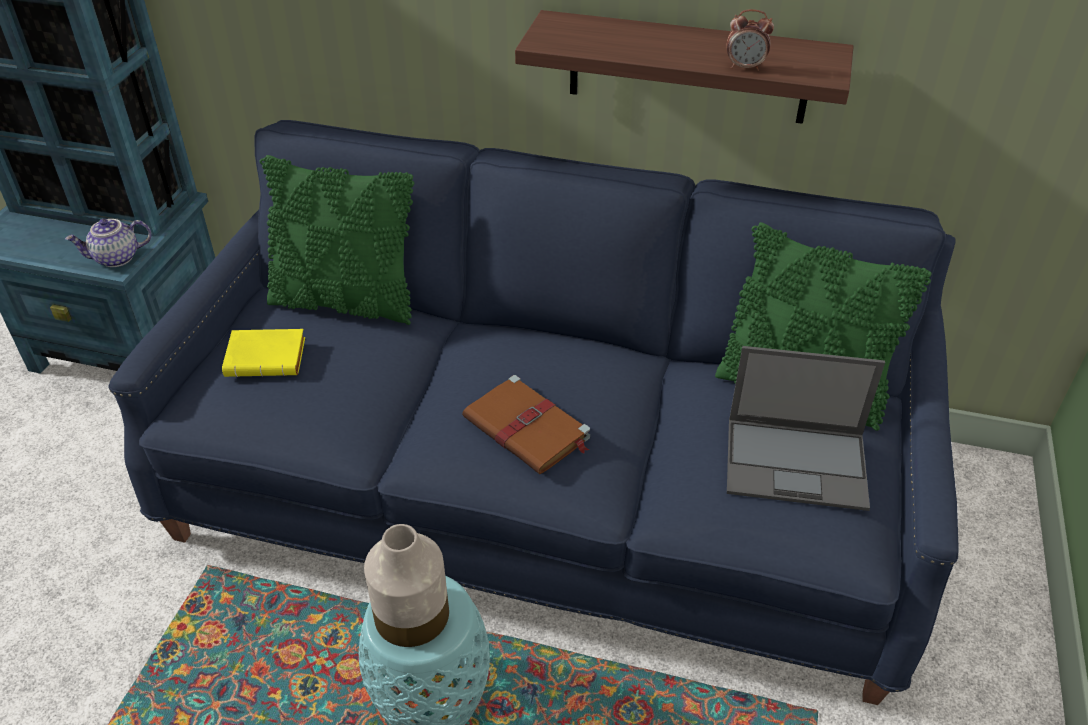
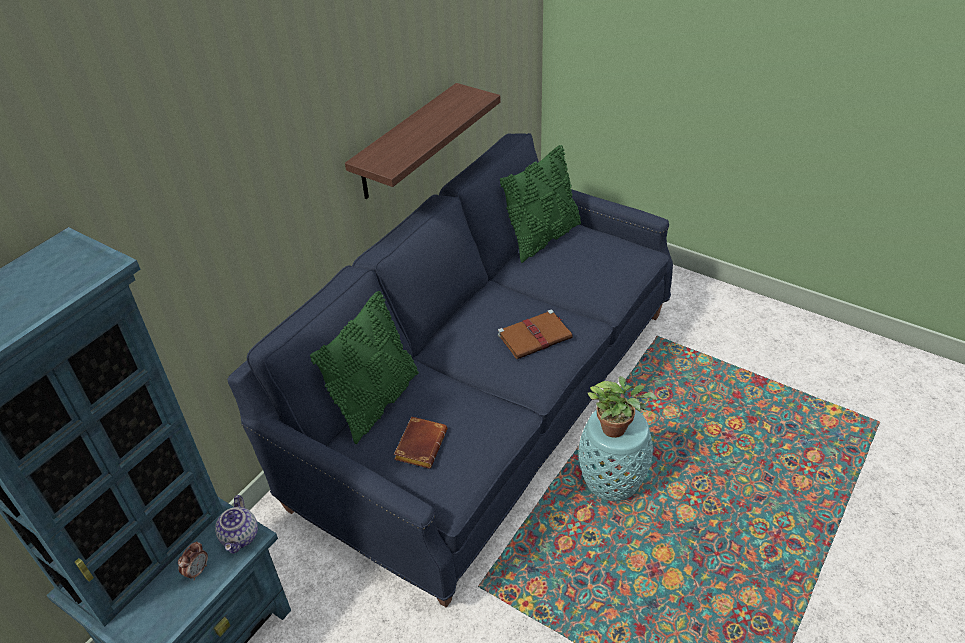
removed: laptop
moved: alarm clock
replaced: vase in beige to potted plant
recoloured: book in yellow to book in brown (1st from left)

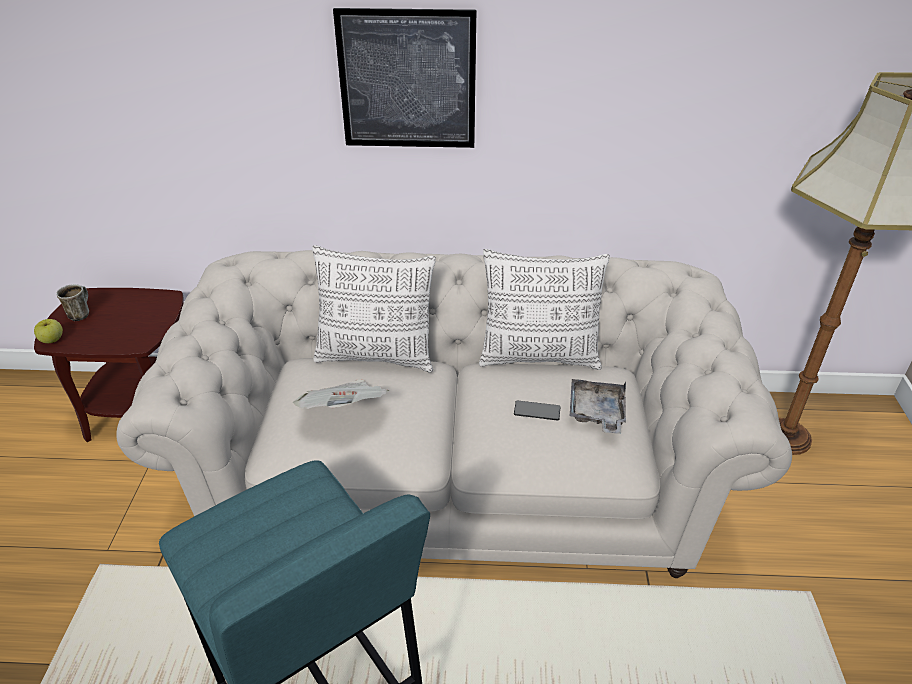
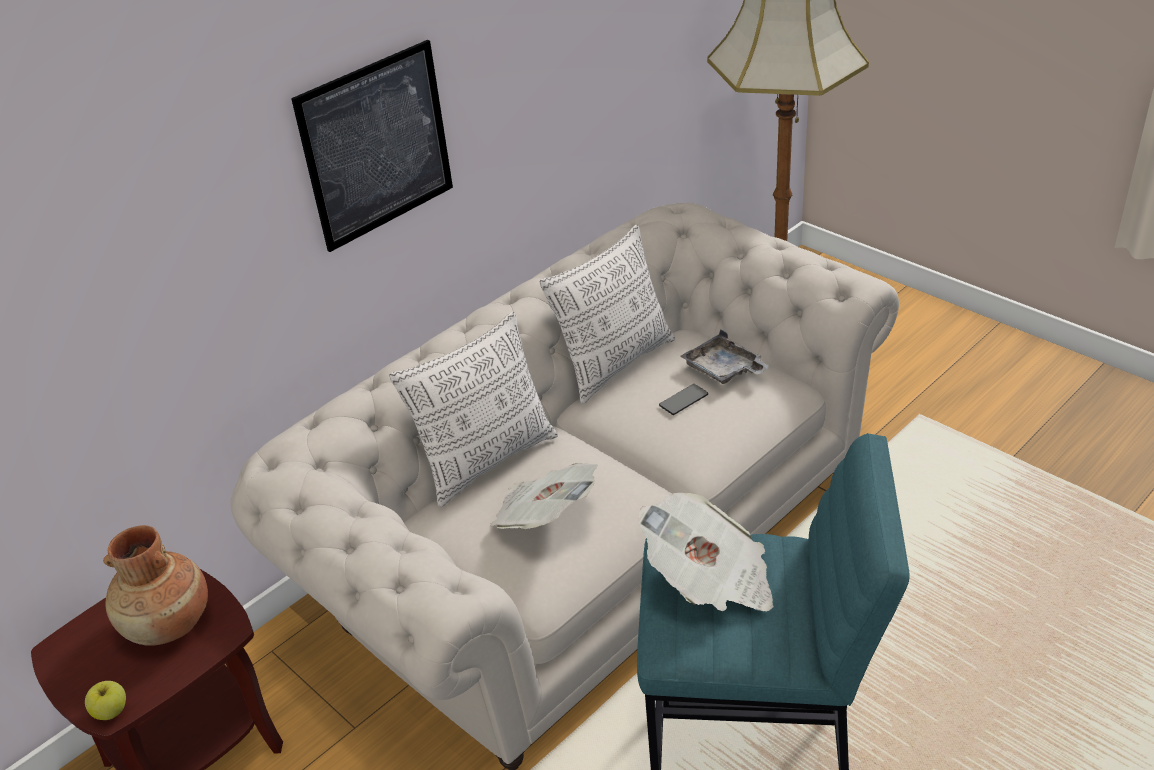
removed: mug
added: vase in brown; newspaper (2nd from left)

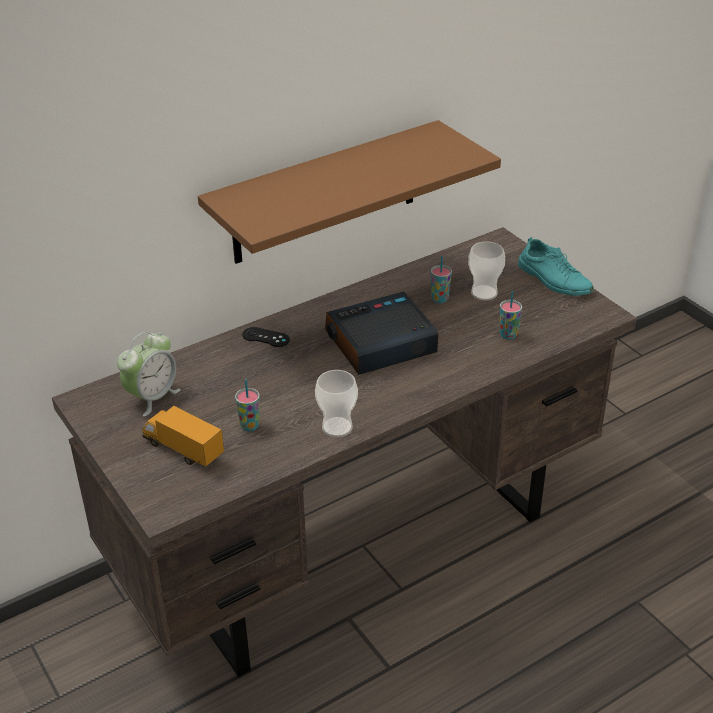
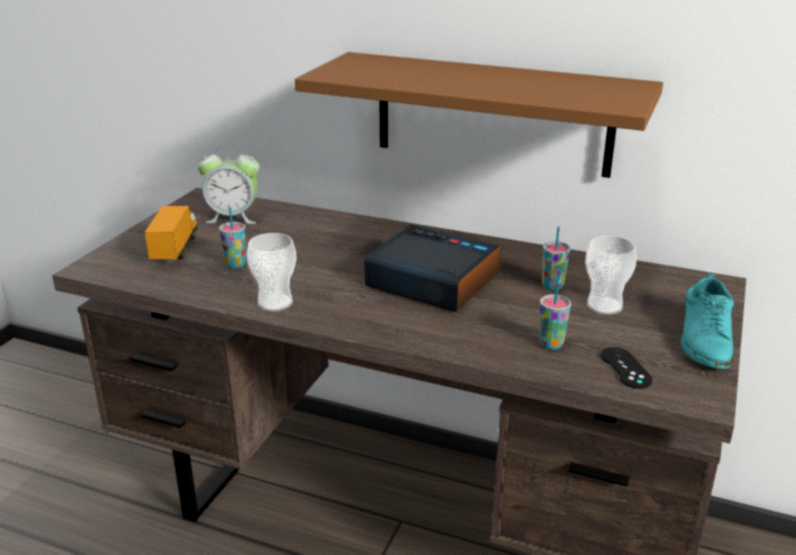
moved: game controller in black

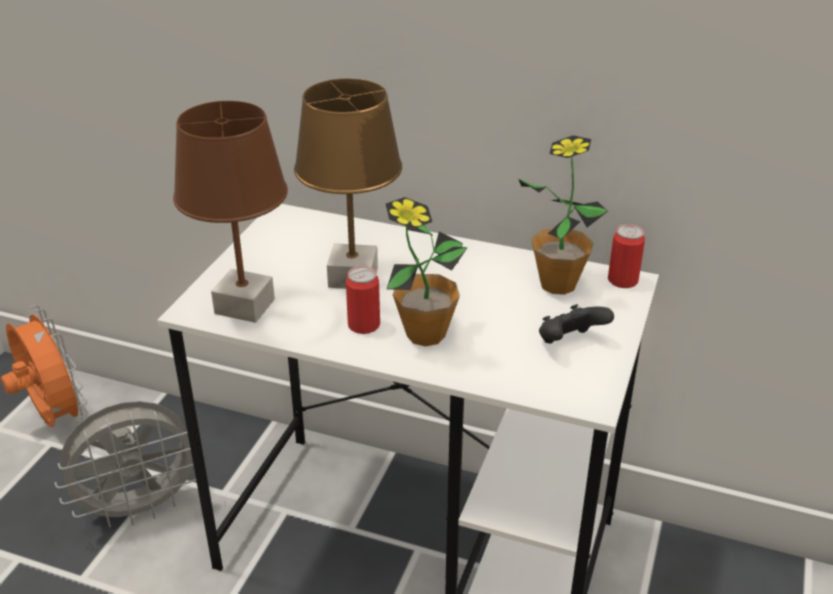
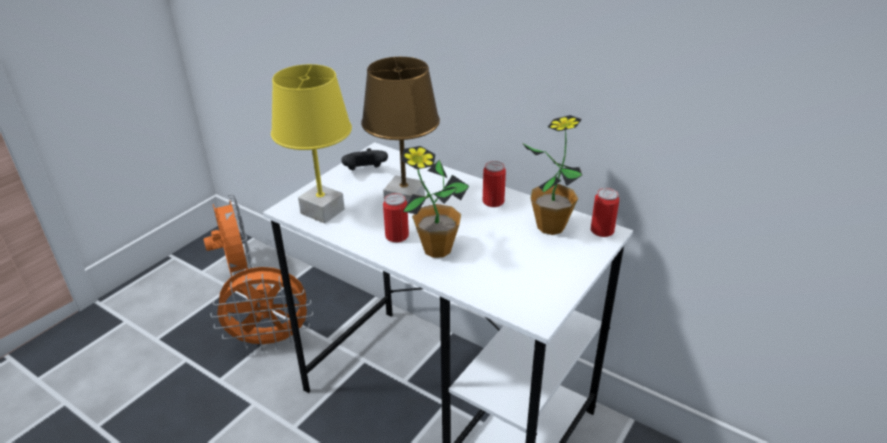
added: can (2nd from left)
moved: game controller in black
recoloured: fan in grey to fan in orange (2nd from left); table lamp in brown (1st from left) to table lamp in yellow

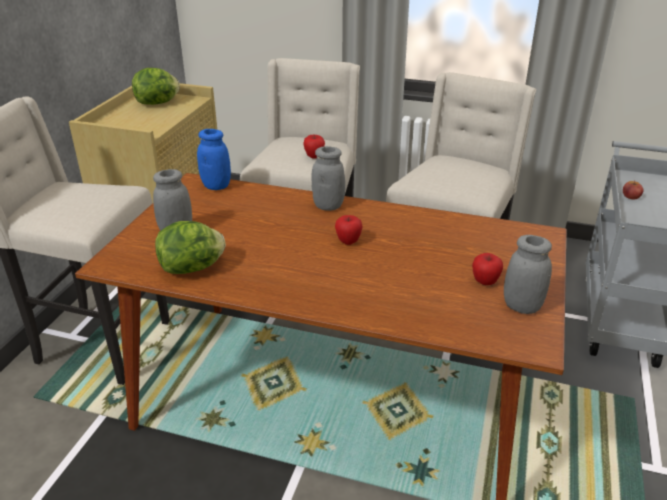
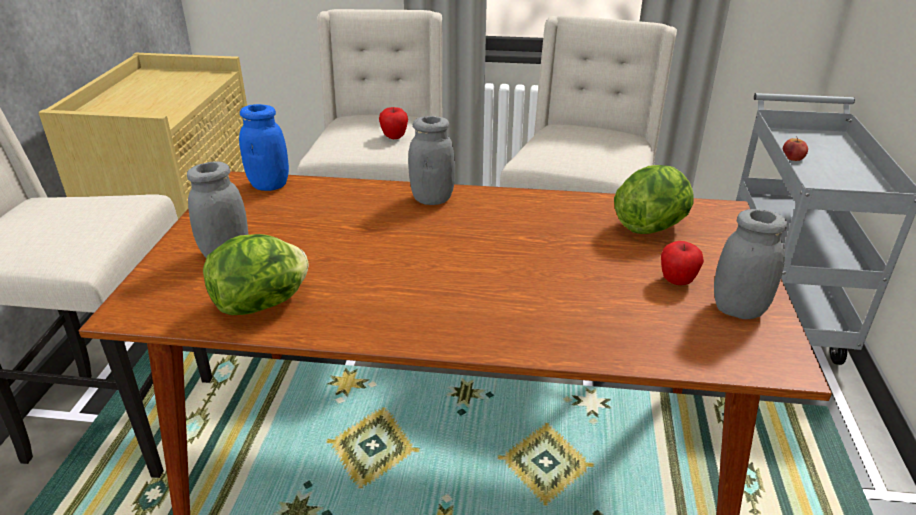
removed: apple (2nd from left)
moved: lettuce (1st from left in the first image) to lettuce (2nd from left)

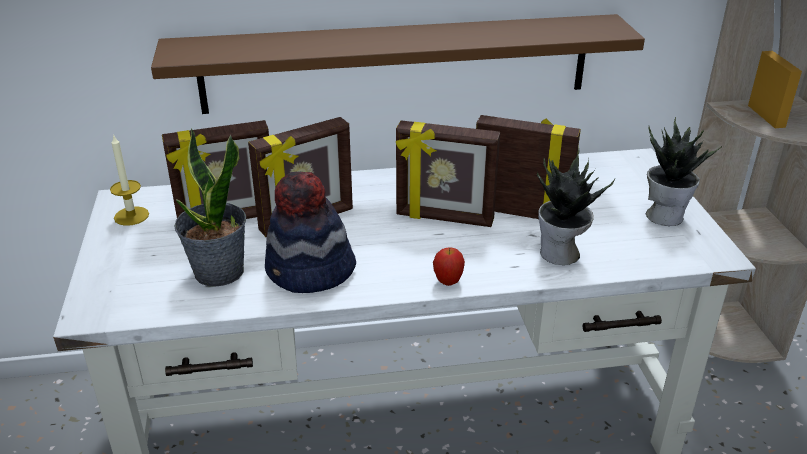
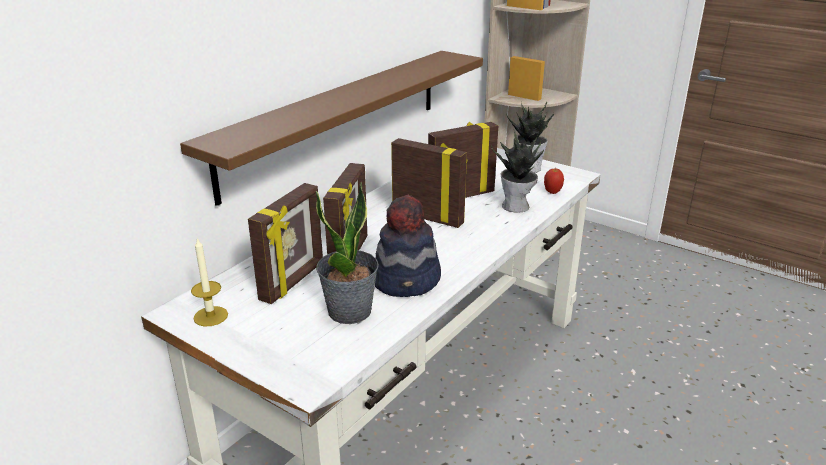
moved: apple
turned: picture frame (3rd from left) 120 degrees counterclockwise

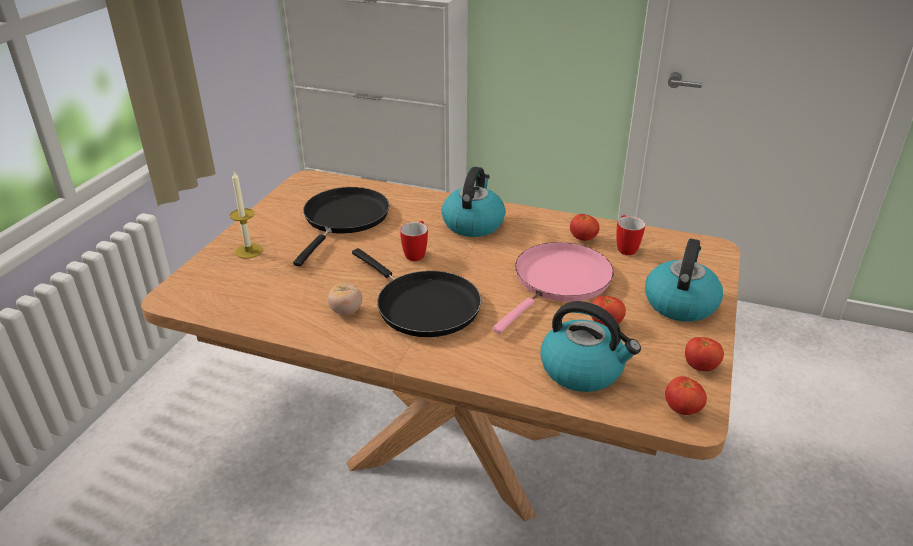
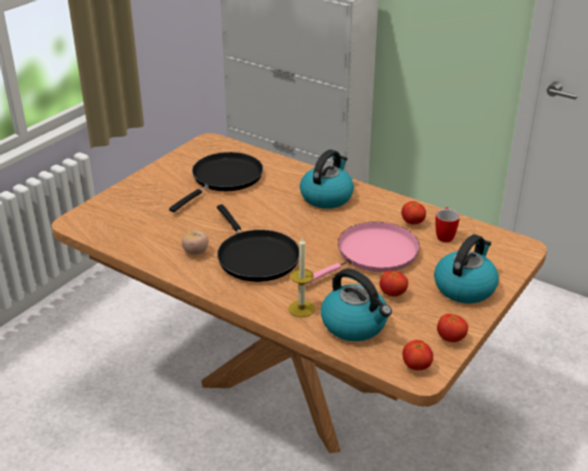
removed: mug (1st from left)
moved: candle

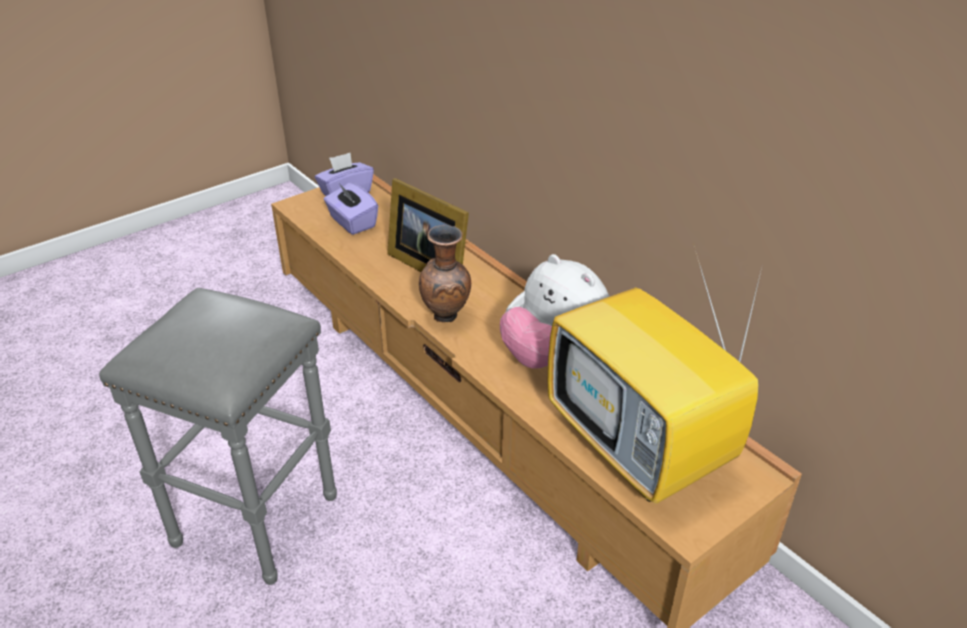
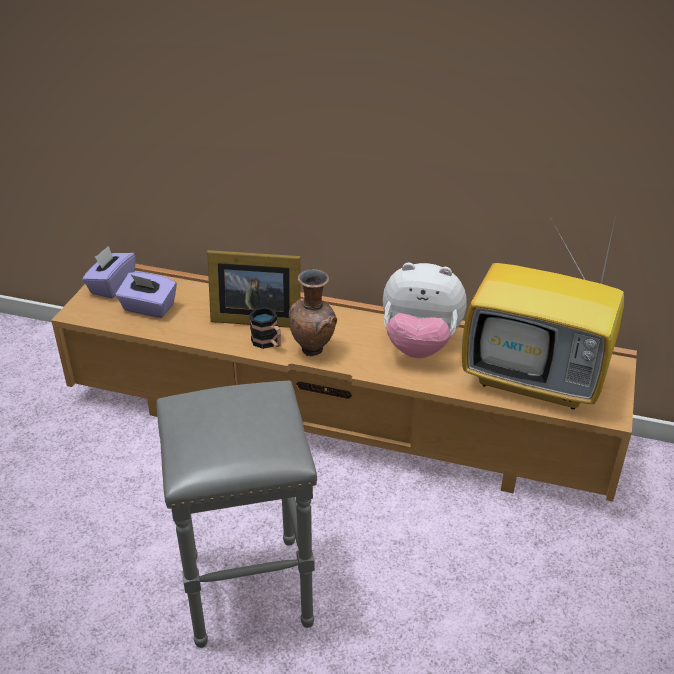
added: mug

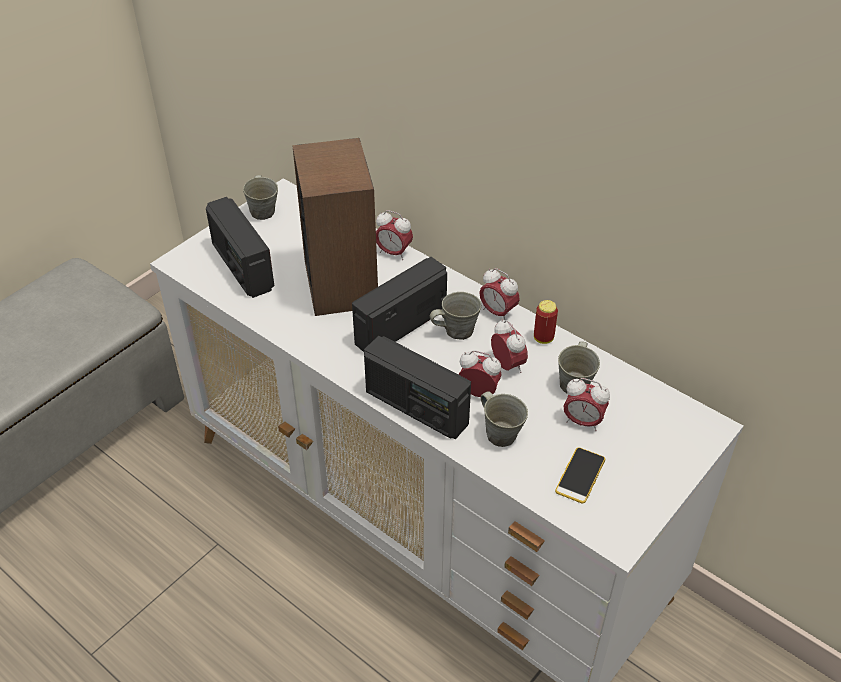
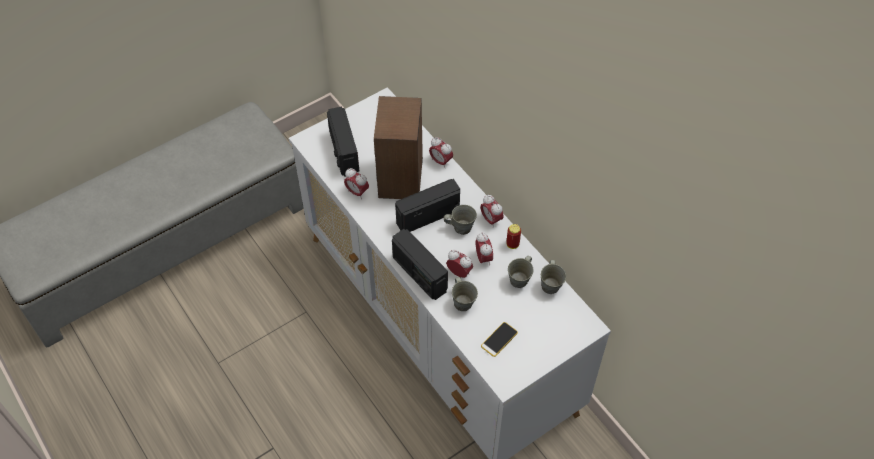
moved: mug in grey (1st from left in the first image) to mug in grey (4th from left); alarm clock (5th from left in the first image) to alarm clock (1st from left)

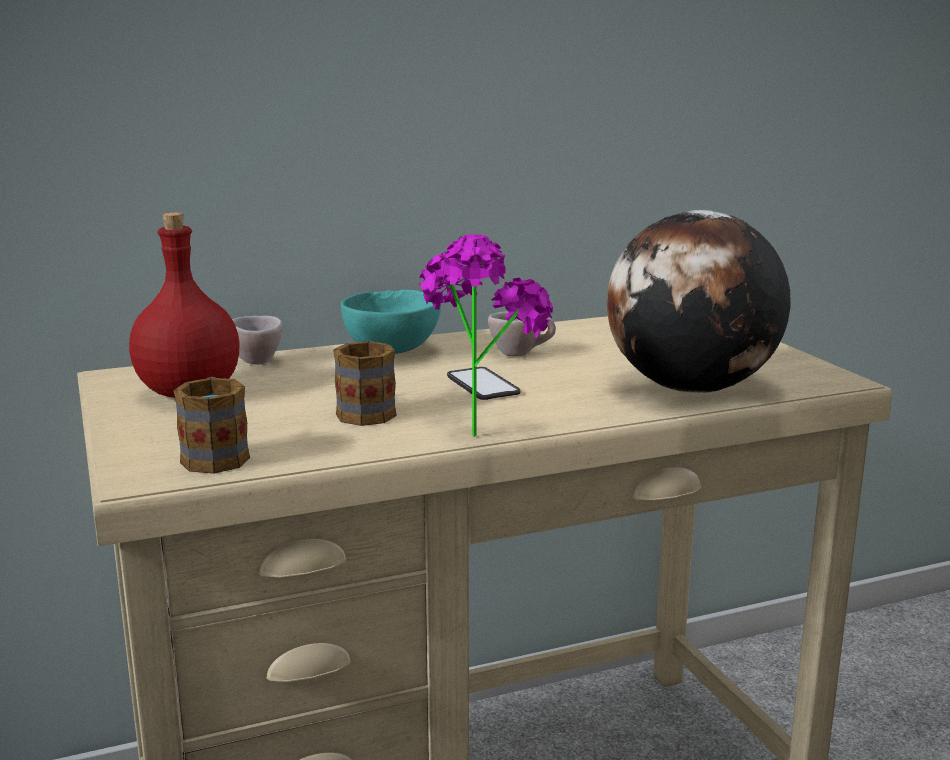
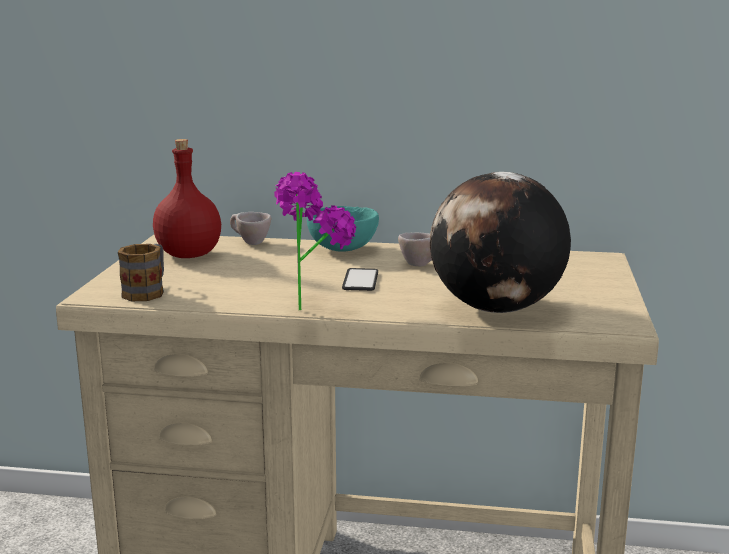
removed: mug (2nd from left)

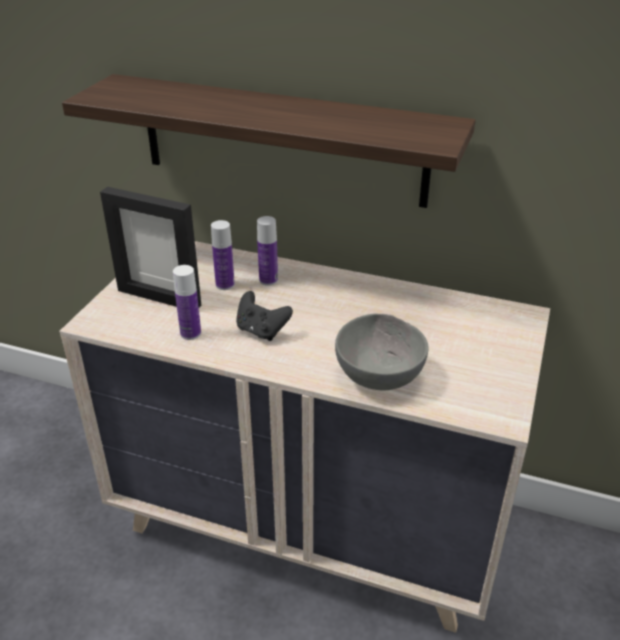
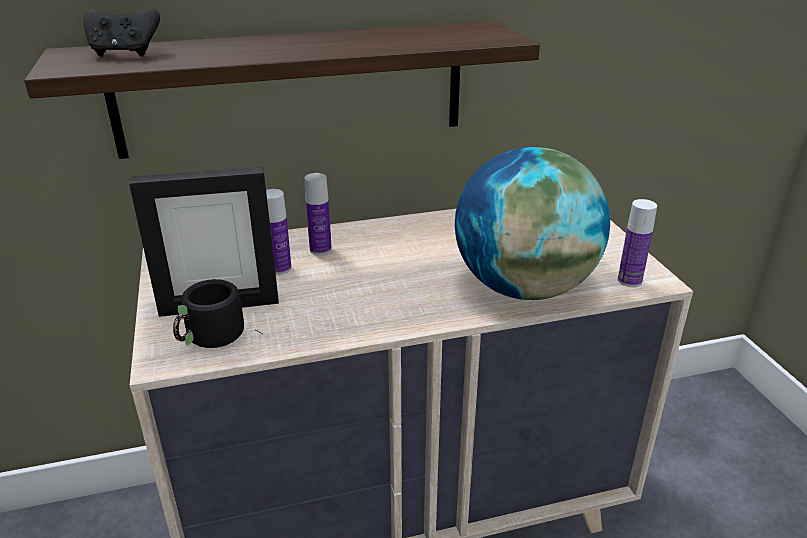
added: mug in black
moved: bottle (1st from left in the first image) to bottle (3rd from left); game controller in black
replaced: bowl in grey to globe

